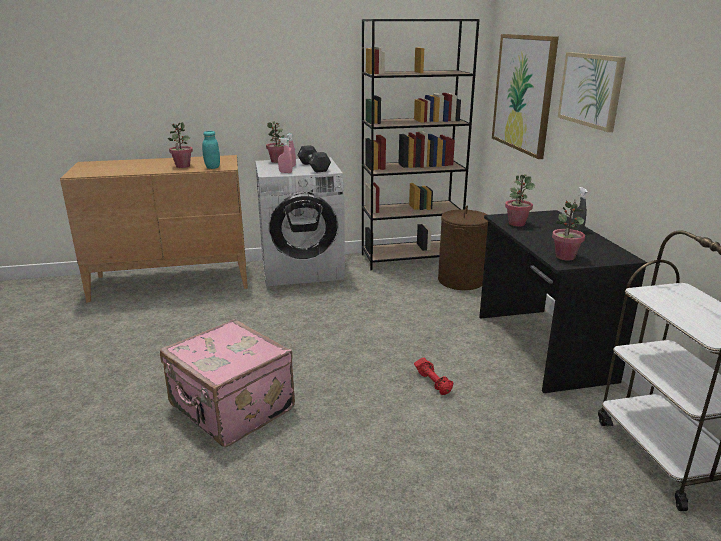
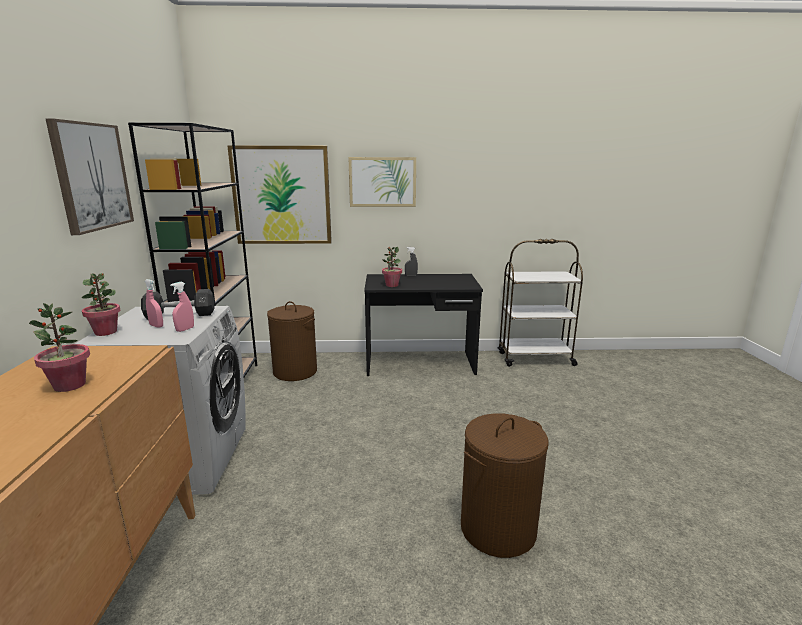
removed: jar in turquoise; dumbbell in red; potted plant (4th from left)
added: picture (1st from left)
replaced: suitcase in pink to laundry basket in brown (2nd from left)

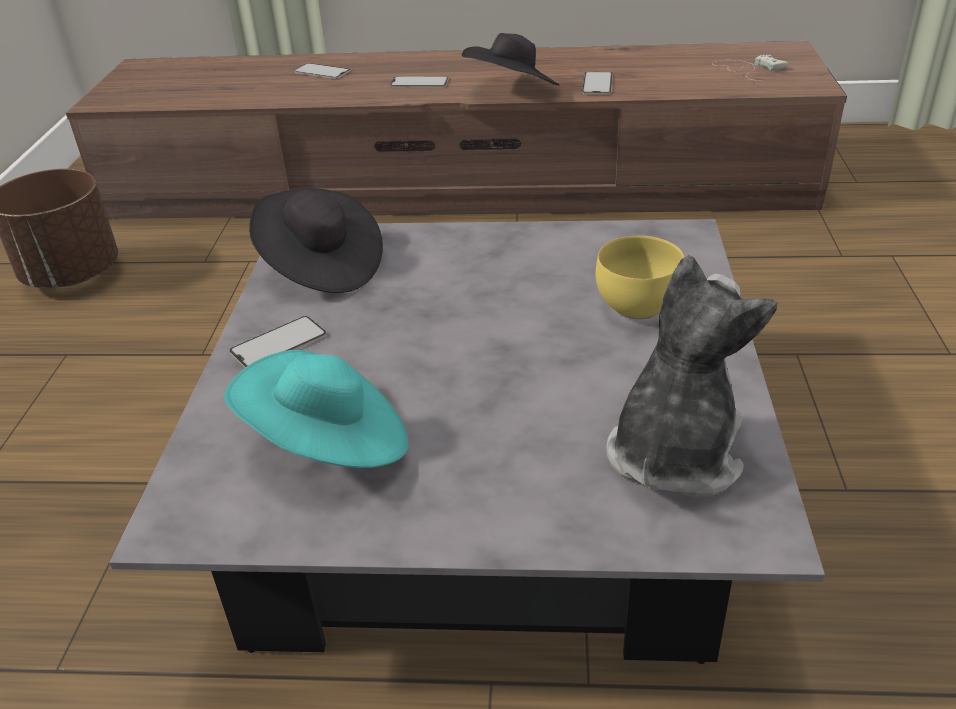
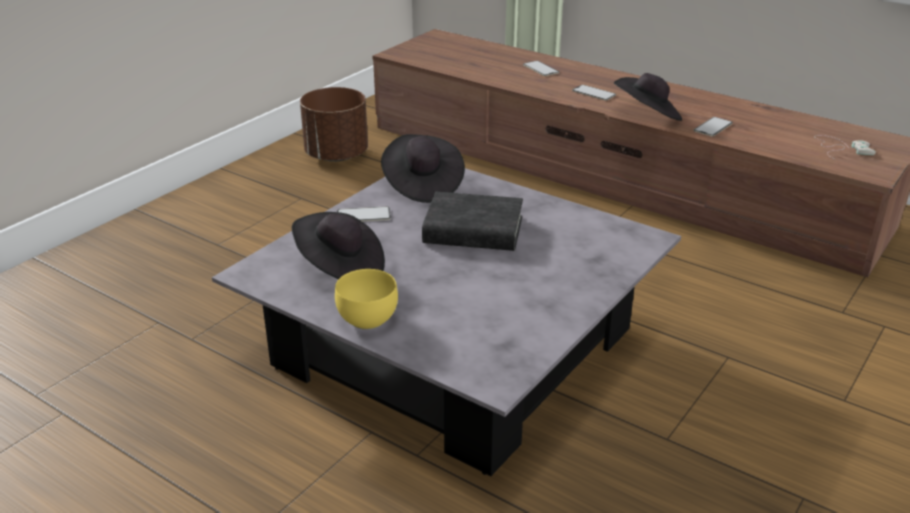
removed: plush toy
added: book in black
moved: bowl in yellow
recoloured: hat in turquoise to hat in black (1st from left)

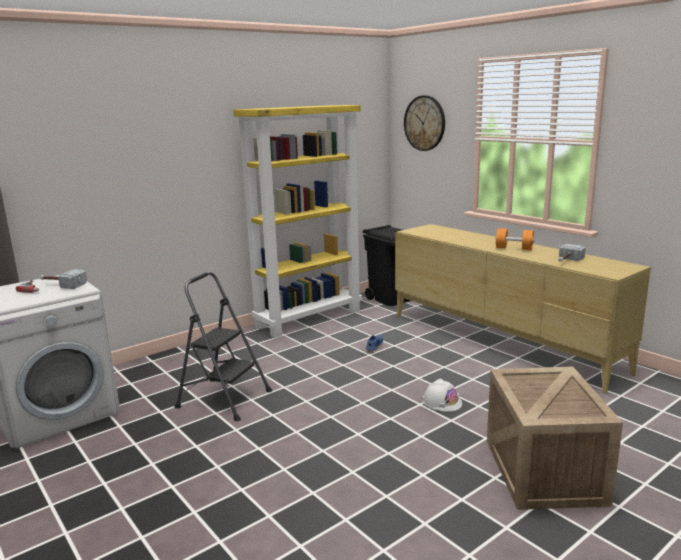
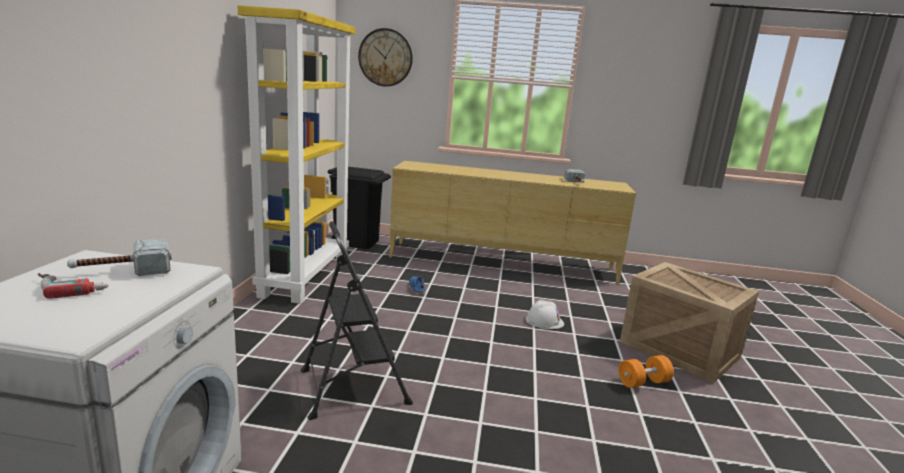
moved: dumbbell in orange

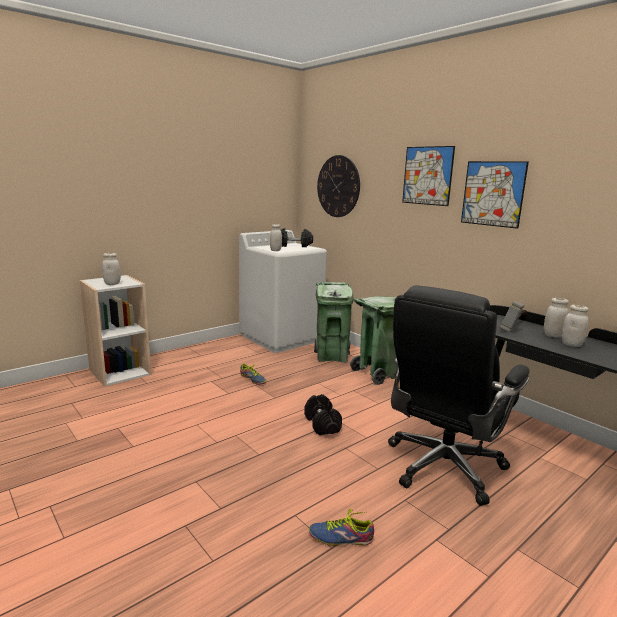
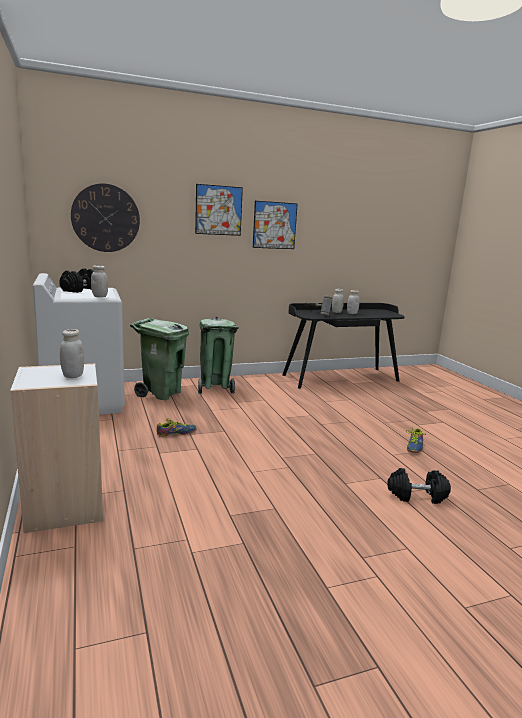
removed: office chair in black
moved: dumbbell in black (2nd from left)

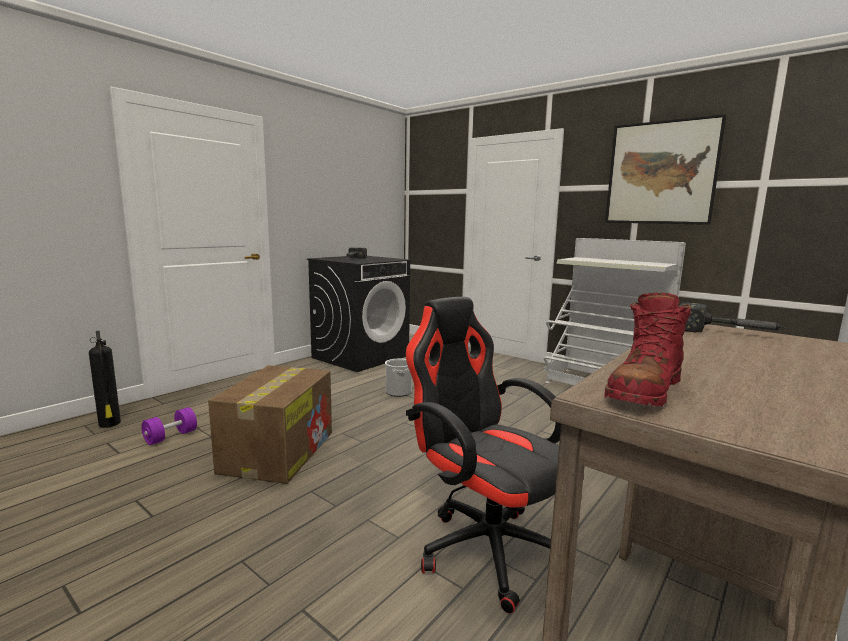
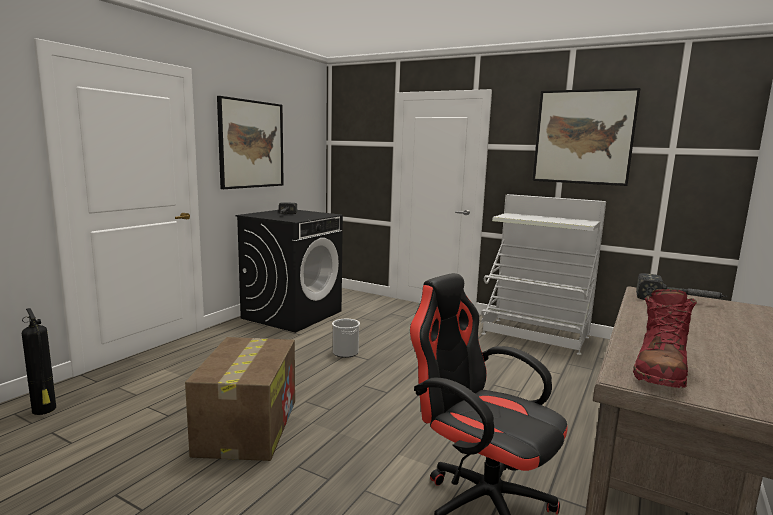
removed: dumbbell in purple
added: picture (1st from left)

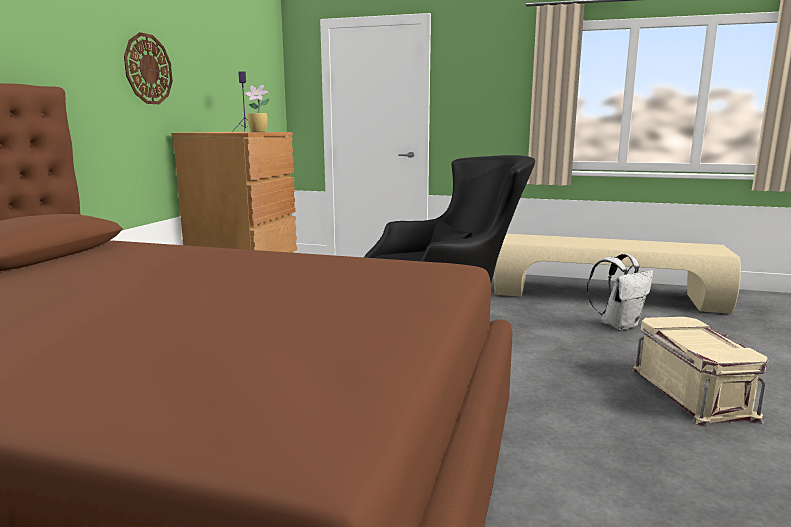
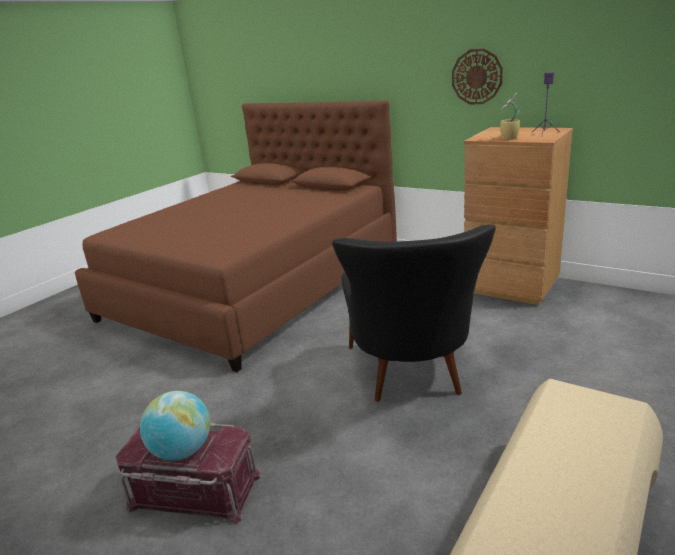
removed: backpack in white
added: globe
recoloured: storage box in beige to storage box in red

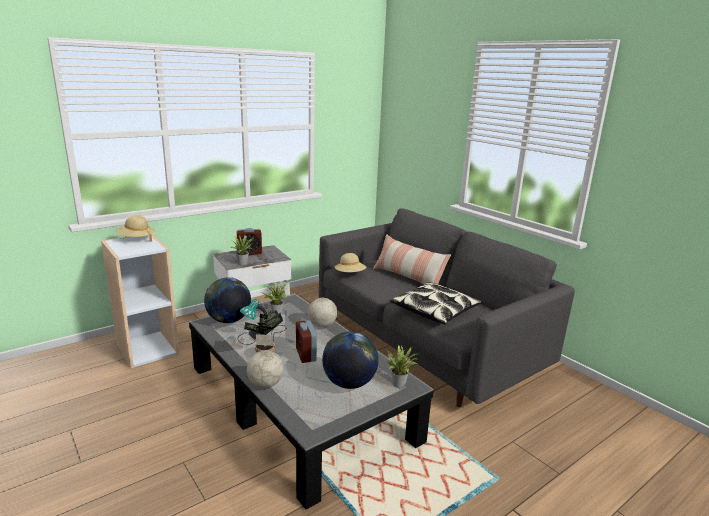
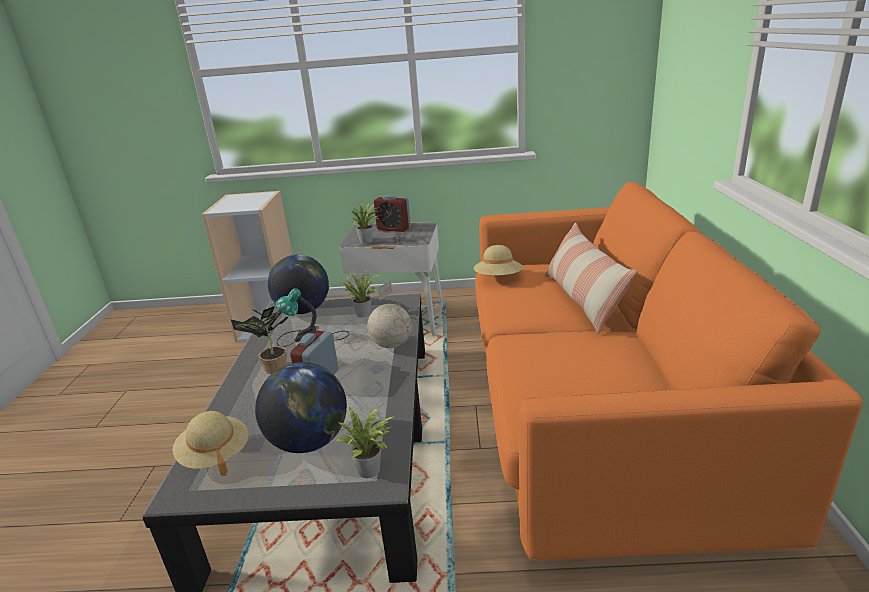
removed: globe (2nd from left); pillow (2nd from left)
moved: hat in beige (1st from left)
recoloured: sofa in grey to sofa in orange

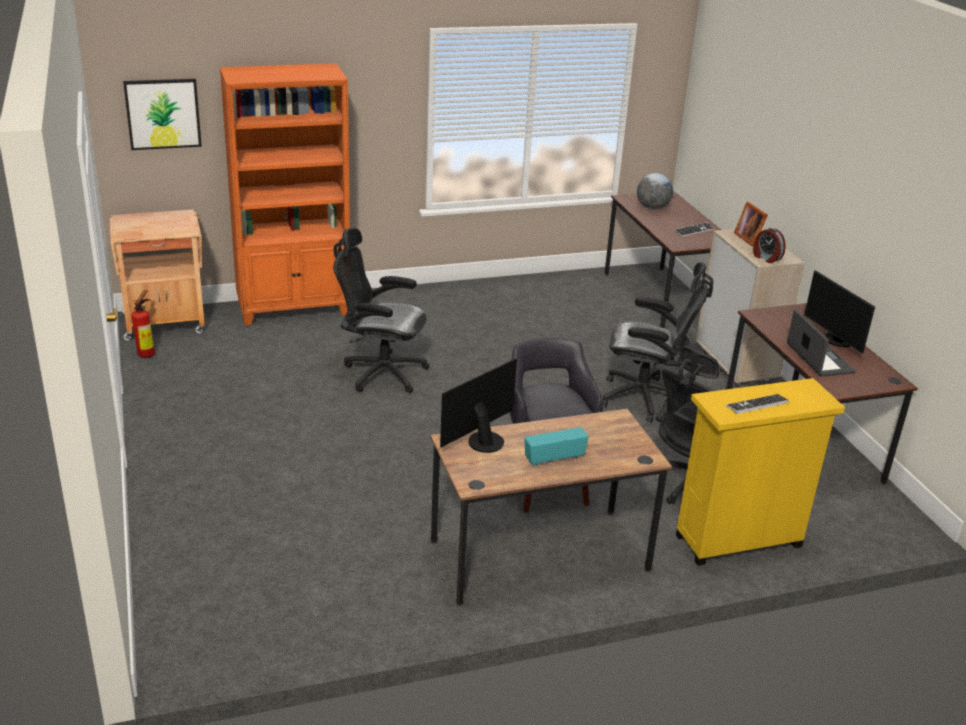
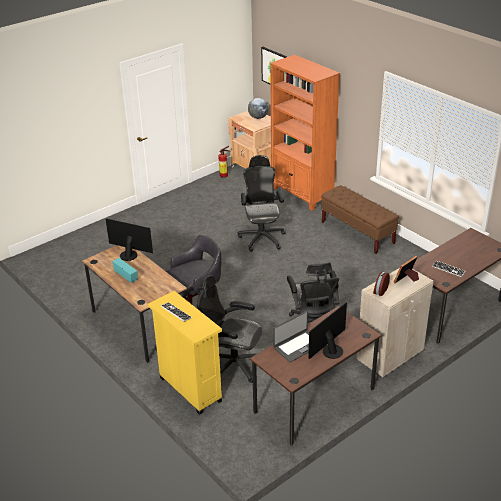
added: bench in brown
moved: globe

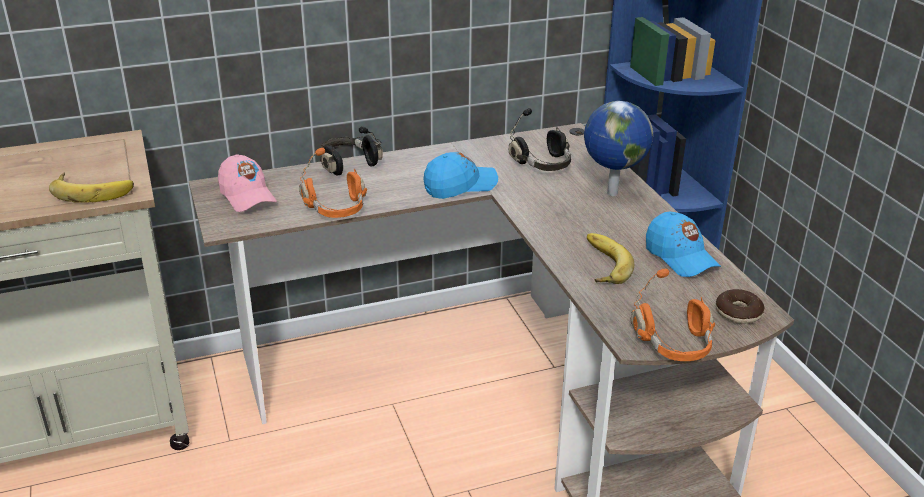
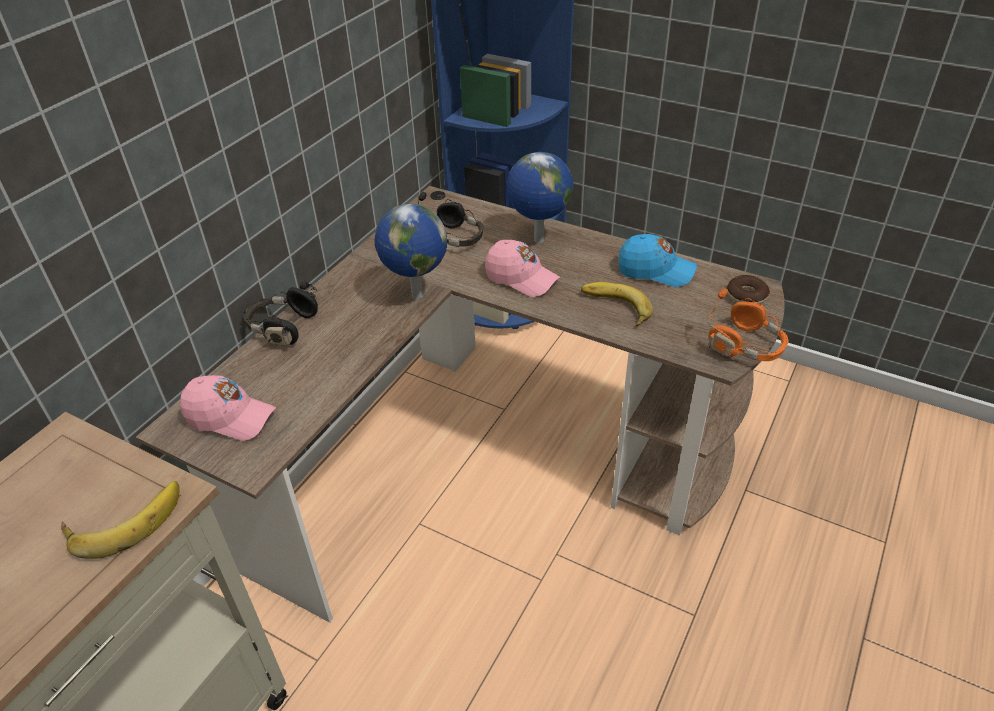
removed: headphones in orange (1st from left)
added: cap in pink (2nd from left)
replaced: cap in blue (1st from left) to globe (1st from left)

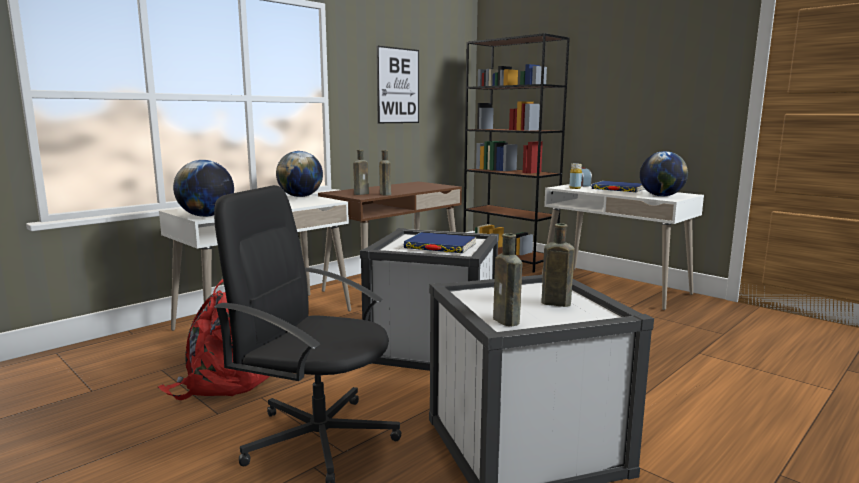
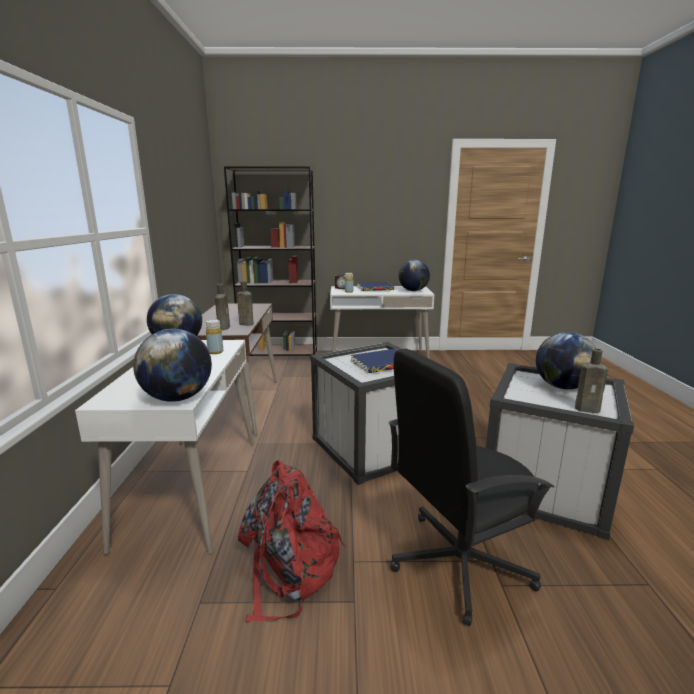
removed: picture
added: bottle in yellow (1st from left)
replaced: bottle in brown (4th from left) to globe (4th from left)

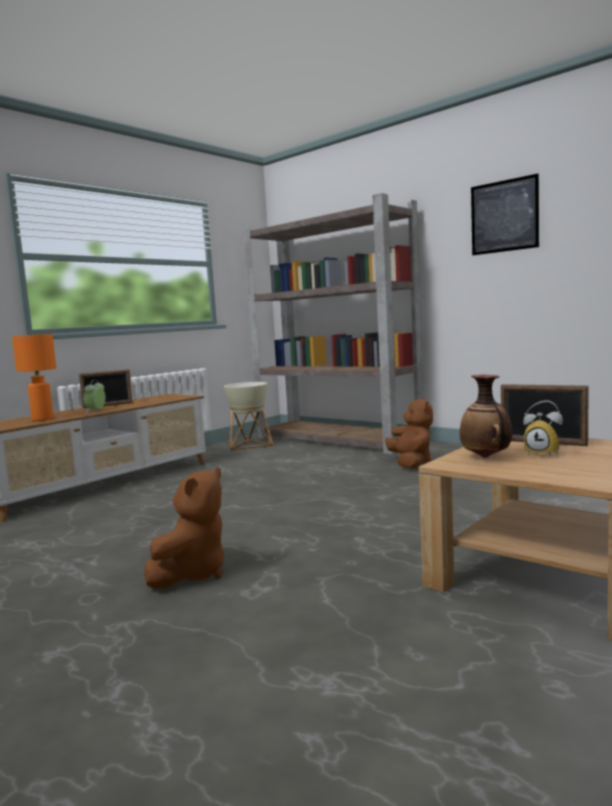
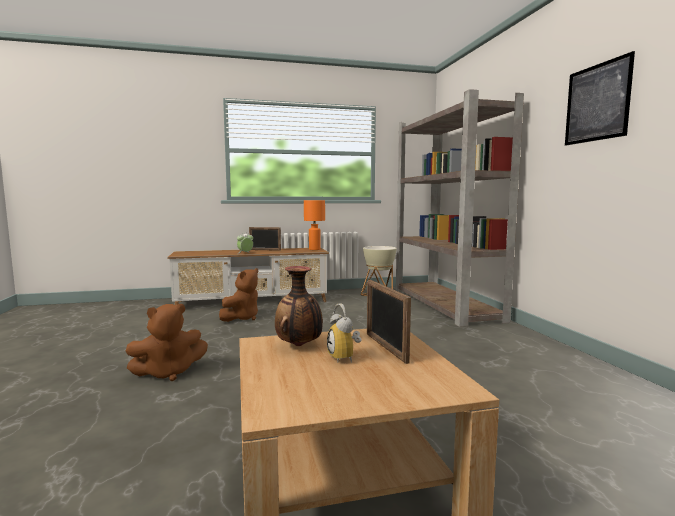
moved: table lamp in orange; plush toy in brown (2nd from left)

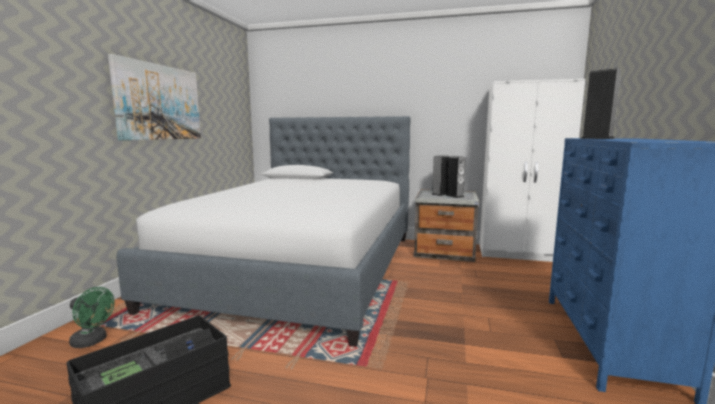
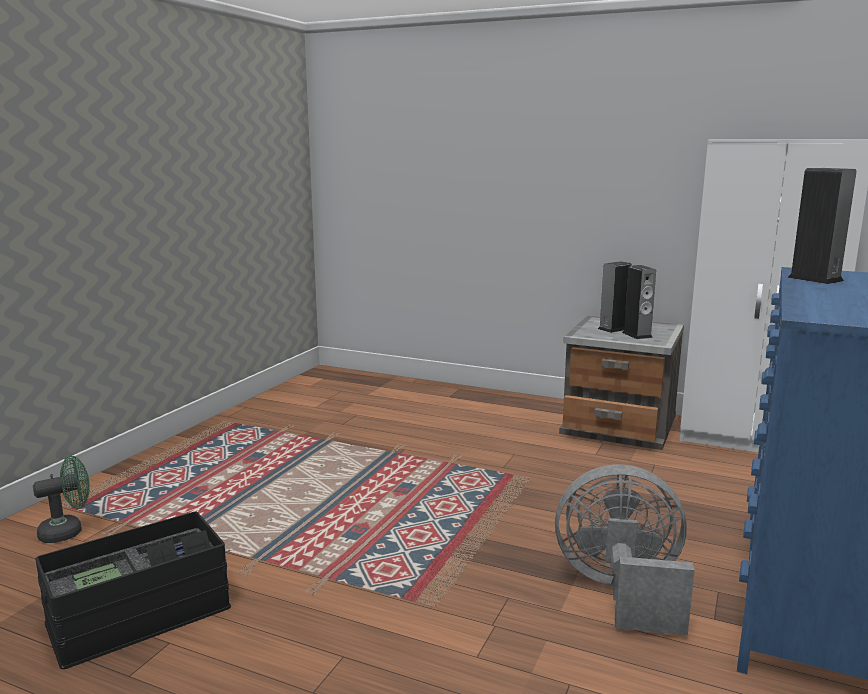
removed: picture; bed
added: fan in grey
turned: fan in green 60 degrees counterclockwise

